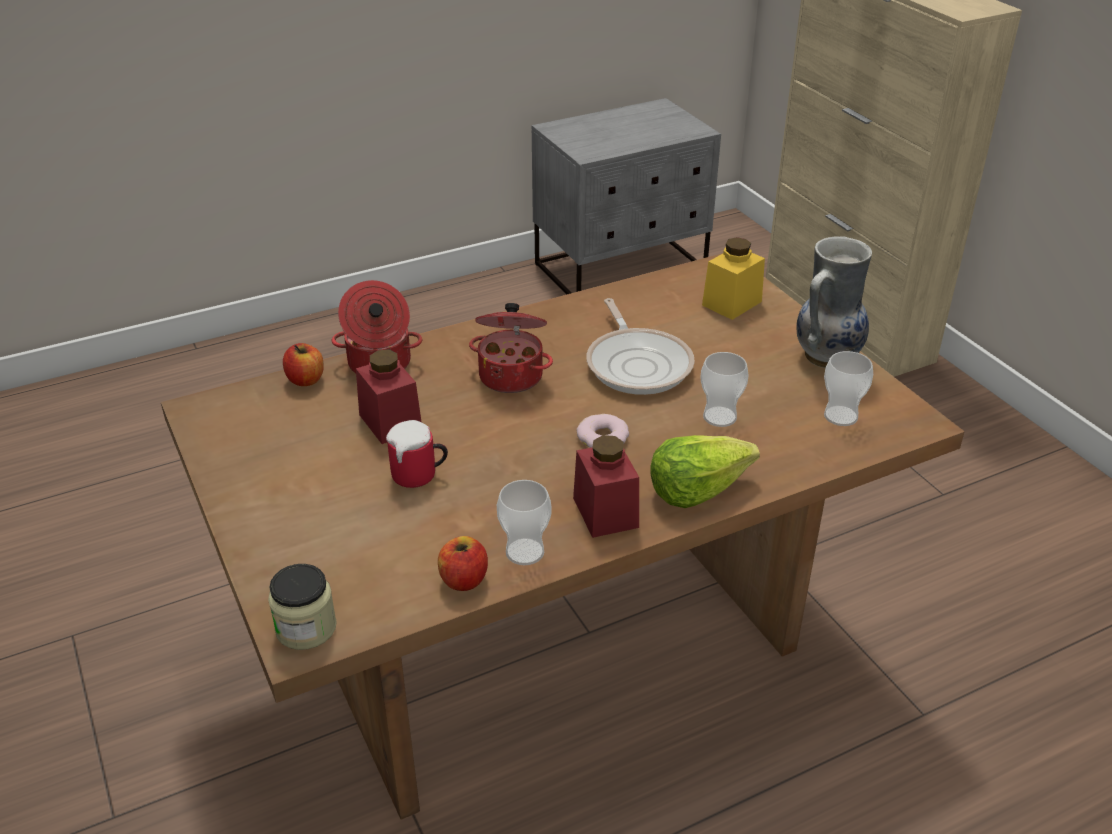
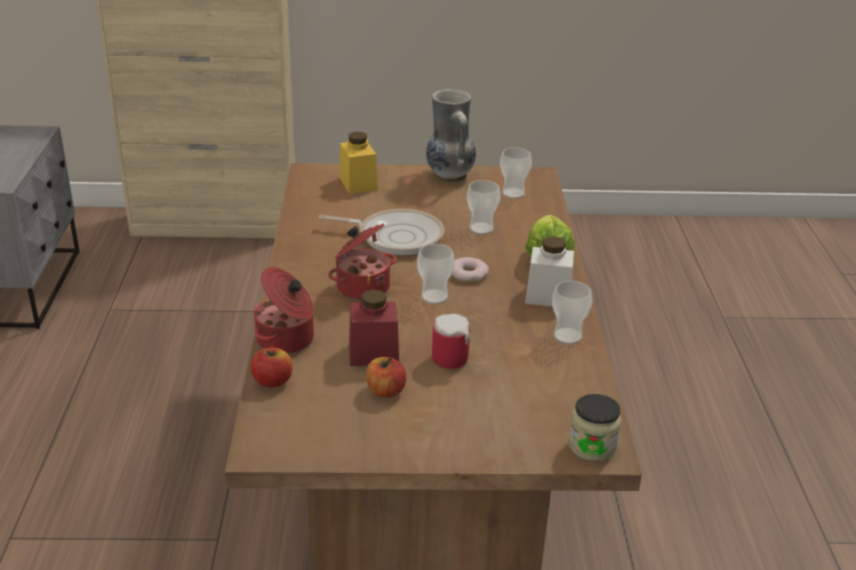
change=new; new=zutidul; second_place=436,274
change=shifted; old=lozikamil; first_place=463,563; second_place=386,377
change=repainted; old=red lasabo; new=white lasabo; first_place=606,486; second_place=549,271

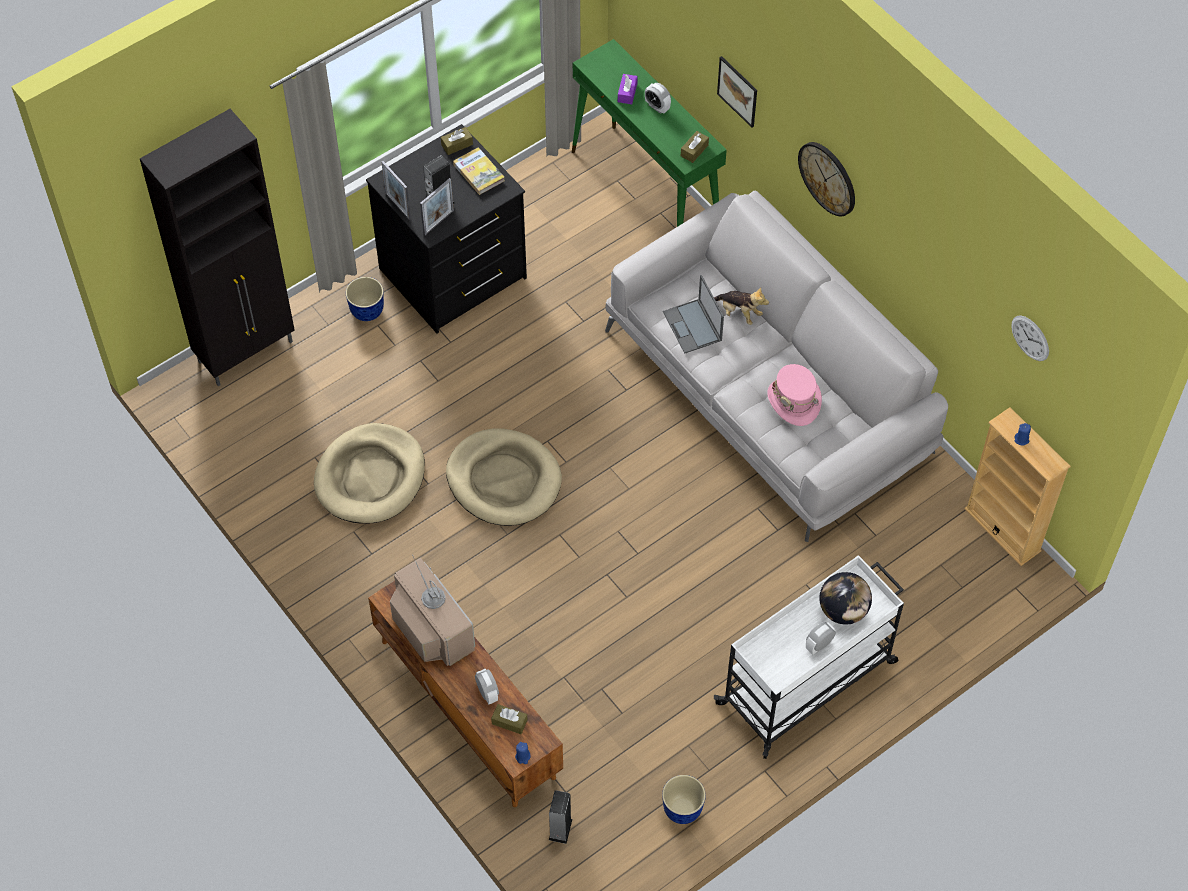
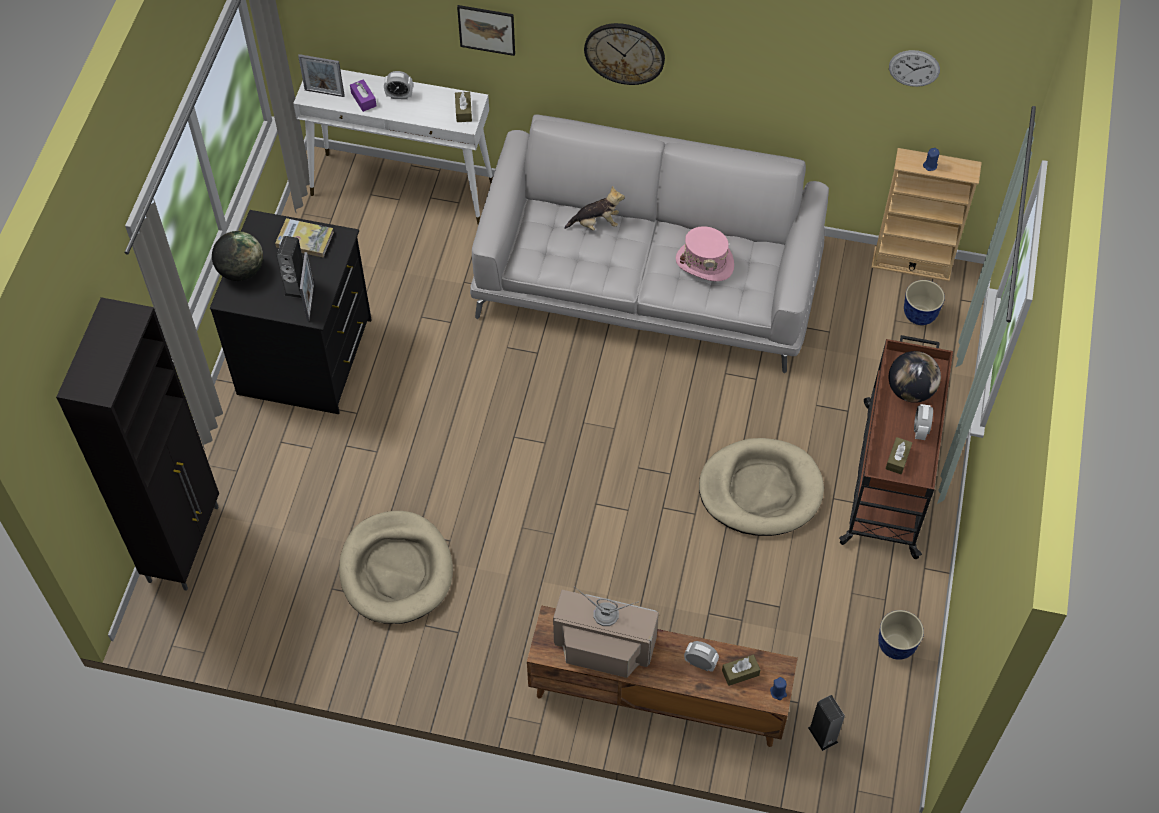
change=gone; old=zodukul; first_place=693,314
change=new; new=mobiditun; second_place=237,256
change=shifted; old=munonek; first_place=365,299; second_place=924,302
change=shifted; old=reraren; first_place=396,190; second_place=321,75
change=shifted; old=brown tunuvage; first_place=457,141; second_place=899,455
change=shifted; old=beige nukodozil; first_place=504,477; second_place=761,487
change=repainted; old=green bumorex; new=white bumorex; first_place=649,133; second_place=393,146
change=repainted; old=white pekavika; new=brown pekavika; first_place=809,657; second_place=896,447

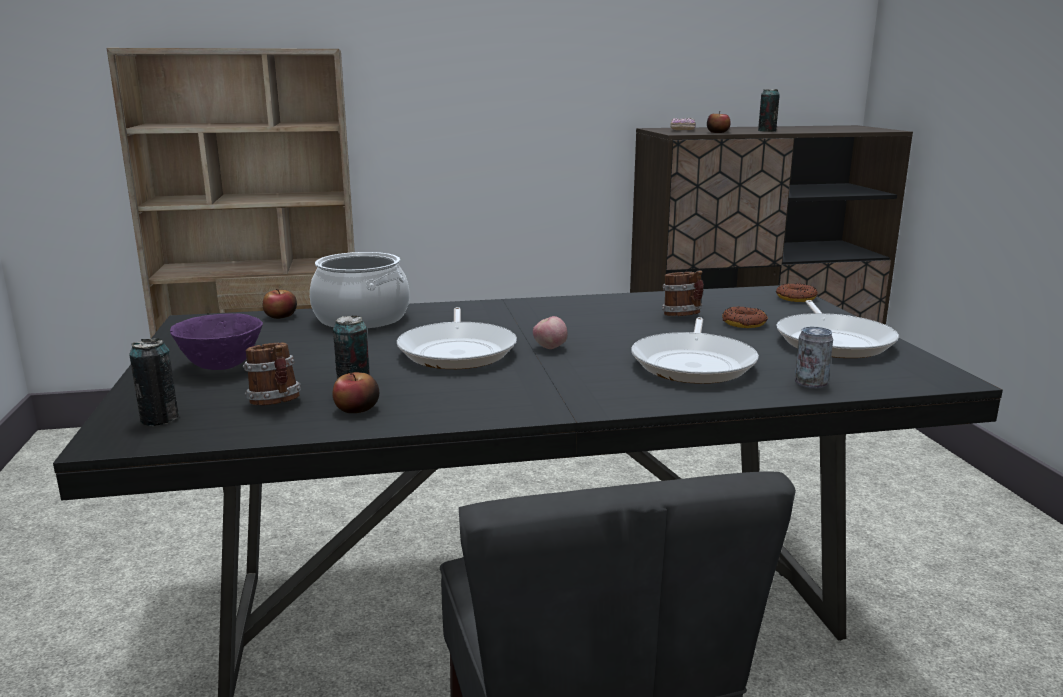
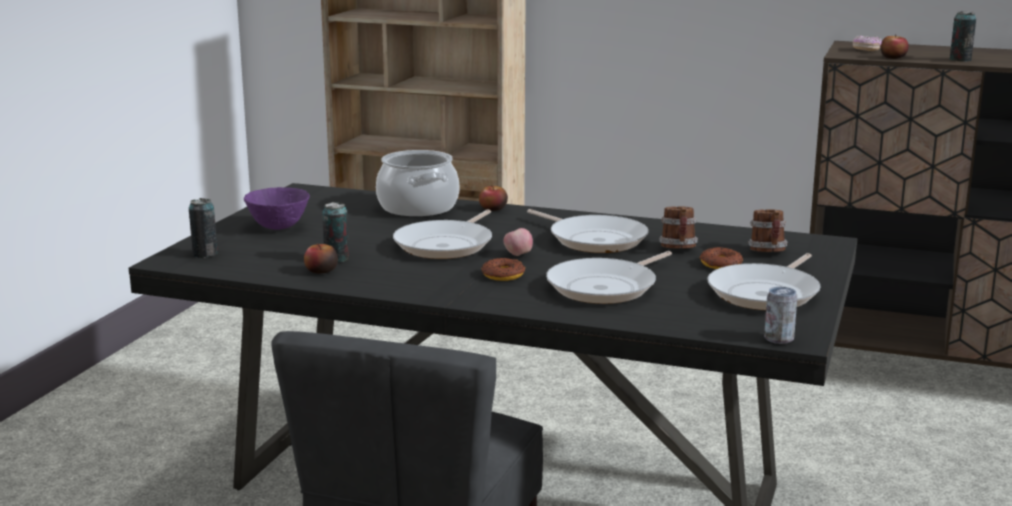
change=new; new=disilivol; second_place=588,231
change=shifted; old=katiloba; first_place=272,374; second_place=767,230
change=shifted; old=lozikamil; first_place=280,304; second_place=493,198
change=shifted; old=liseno; first_place=797,292; second_place=503,269
change=shifted; old=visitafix; first_place=813,357; second_place=780,315

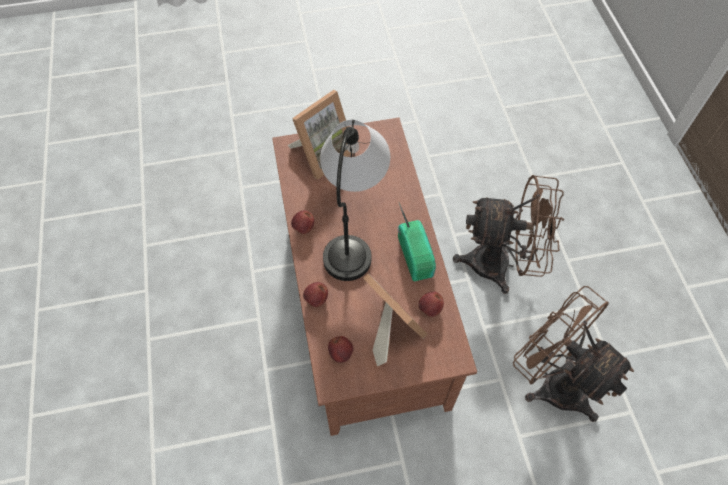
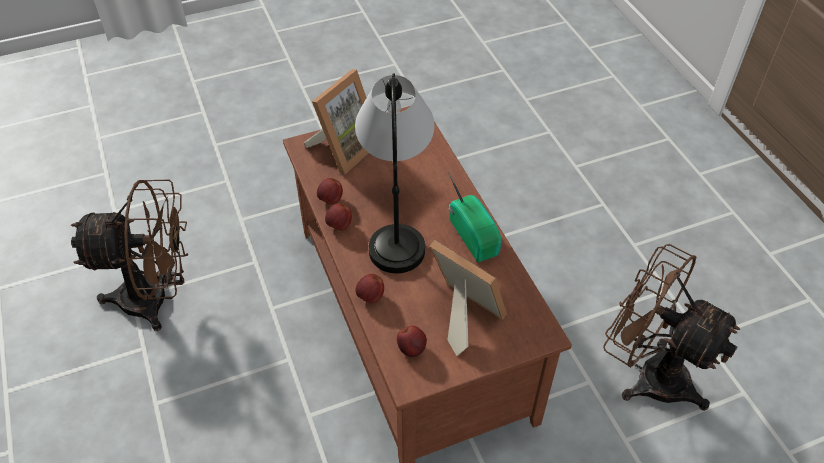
change=shifted; old=lozikamil; first_place=431,304; second_place=330,191
change=shifted; old=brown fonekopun; first_place=508,234; second_place=129,255

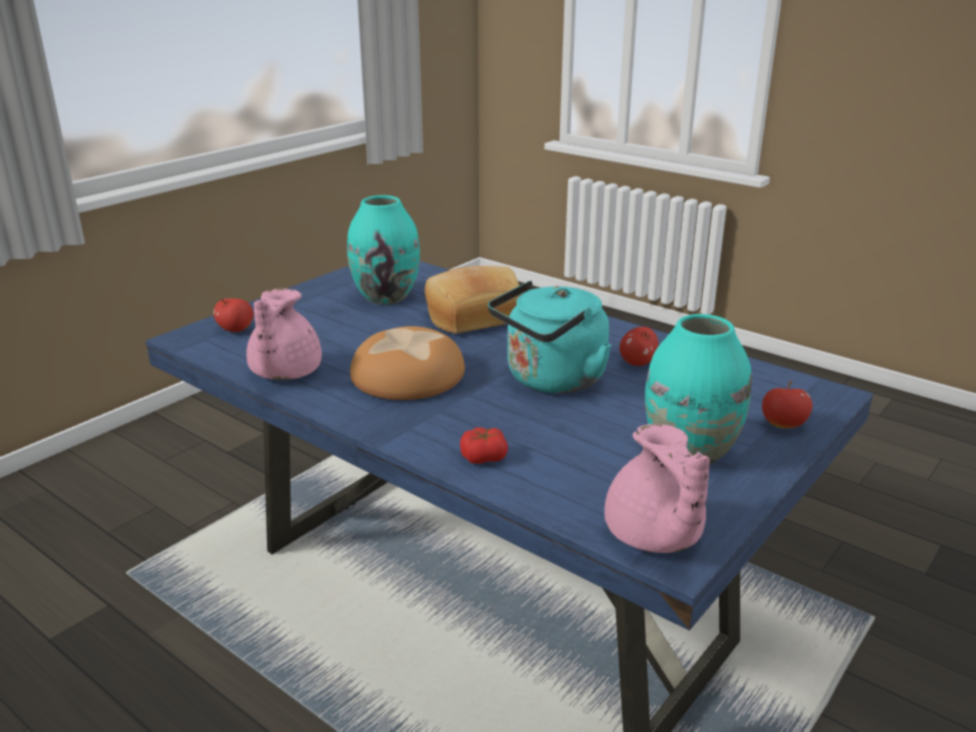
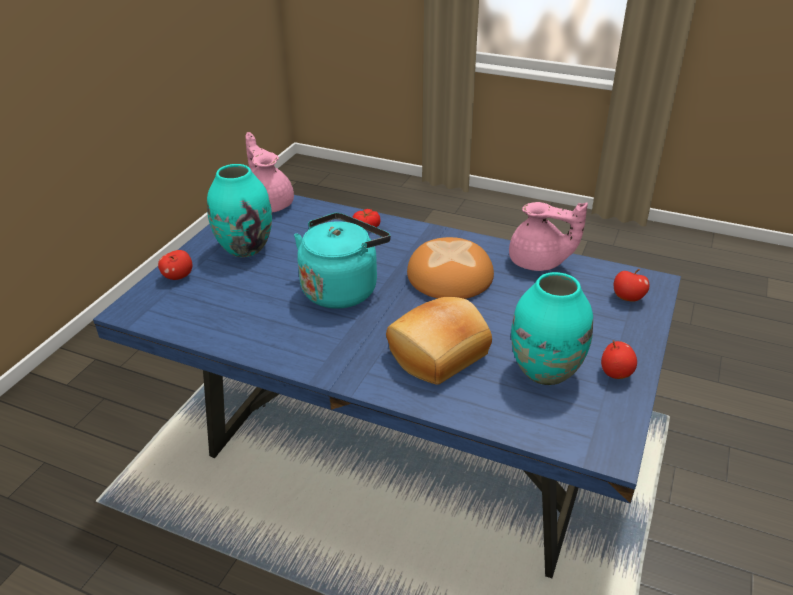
change=shifted; old=lozikamil; first_place=639,346; second_place=619,359
change=rotated; old=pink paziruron; first_place=284,334; second_place=548,236; degrees=120

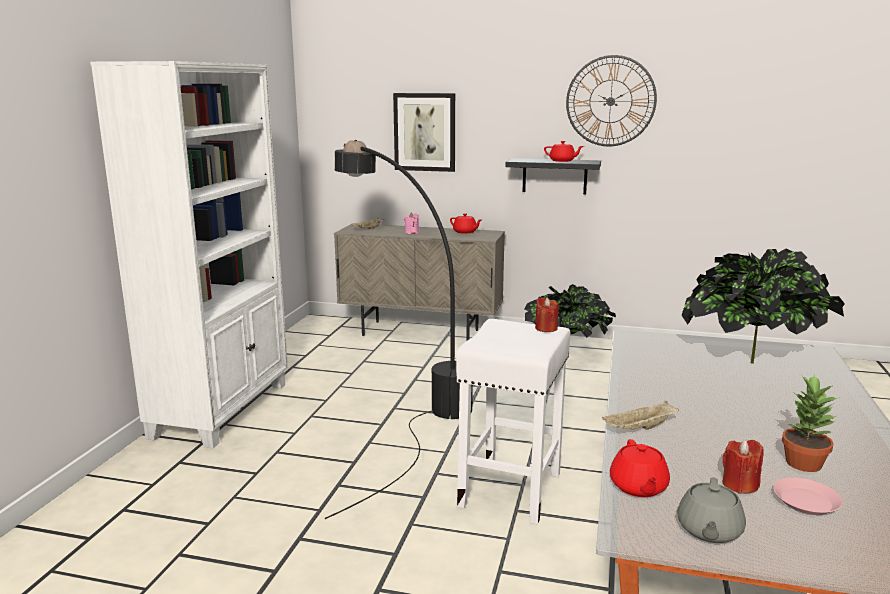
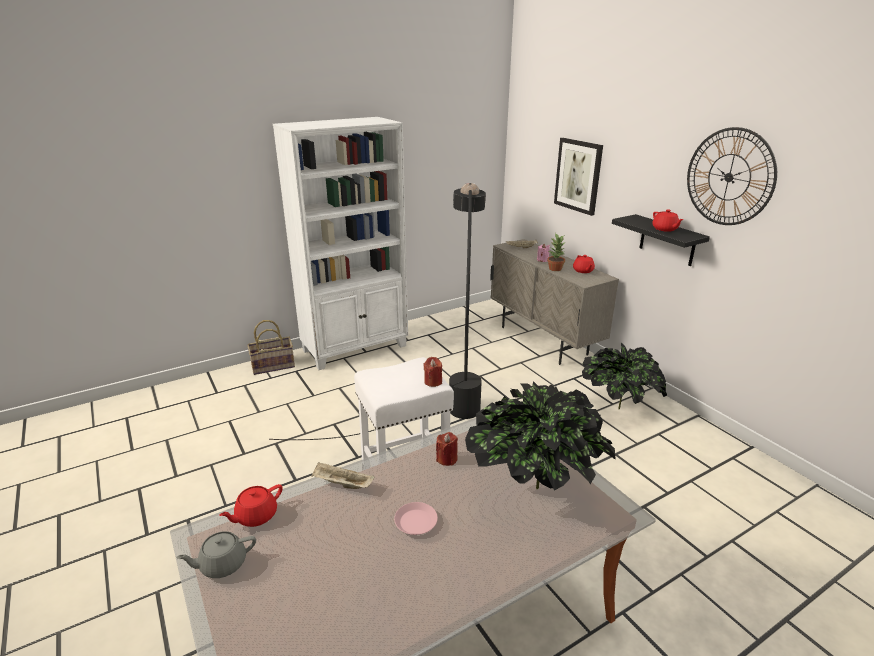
change=new; new=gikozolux; second_place=271,347
change=shifted; old=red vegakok; first_place=743,466; second_place=447,449
change=shifted; old=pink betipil; first_place=808,496; second_place=416,518
change=shifted; old=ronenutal; first_place=809,423; second_place=556,252

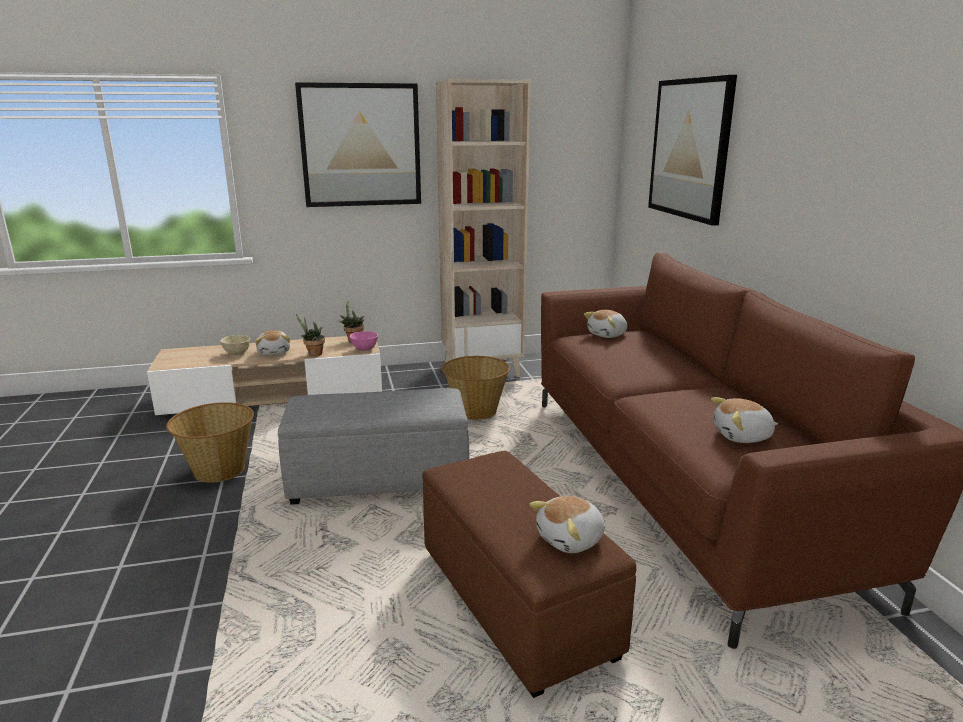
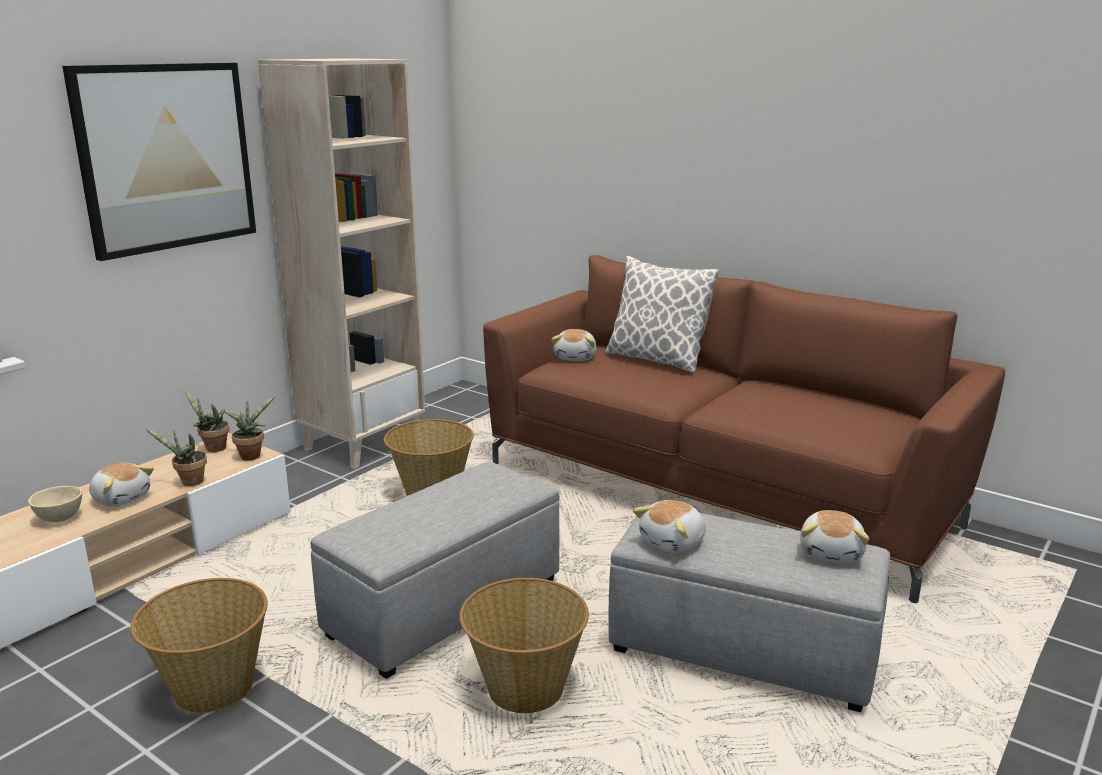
change=gone; old=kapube; first_place=692,150
change=new; new=gikozolux; second_place=524,645
change=new; new=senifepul; second_place=662,314
change=shifted; old=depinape; first_place=744,420; second_place=669,526
change=swapped; old=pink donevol; new=ronenutal; first_place=364,341; second_place=250,428
change=repainted; old=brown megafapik; new=grey megafapik; first_place=529,574; second_place=749,608

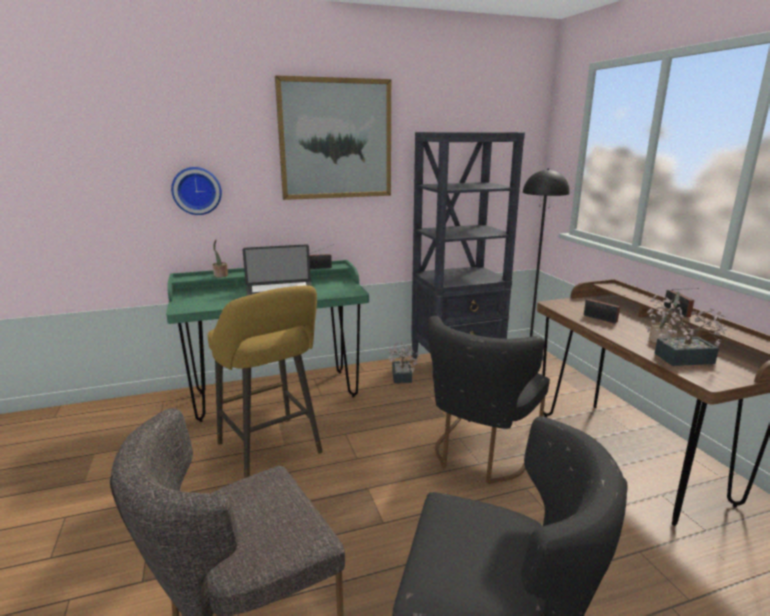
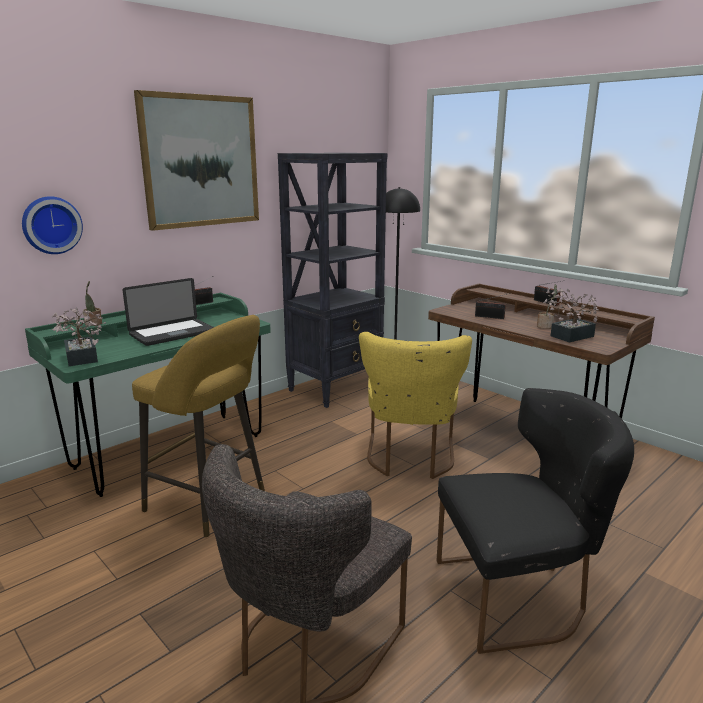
change=shifted; old=ronenutal; first_place=404,363; second_place=79,336
change=repainted; old=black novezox; new=yellow novezox; first_place=489,400; second_place=415,405

